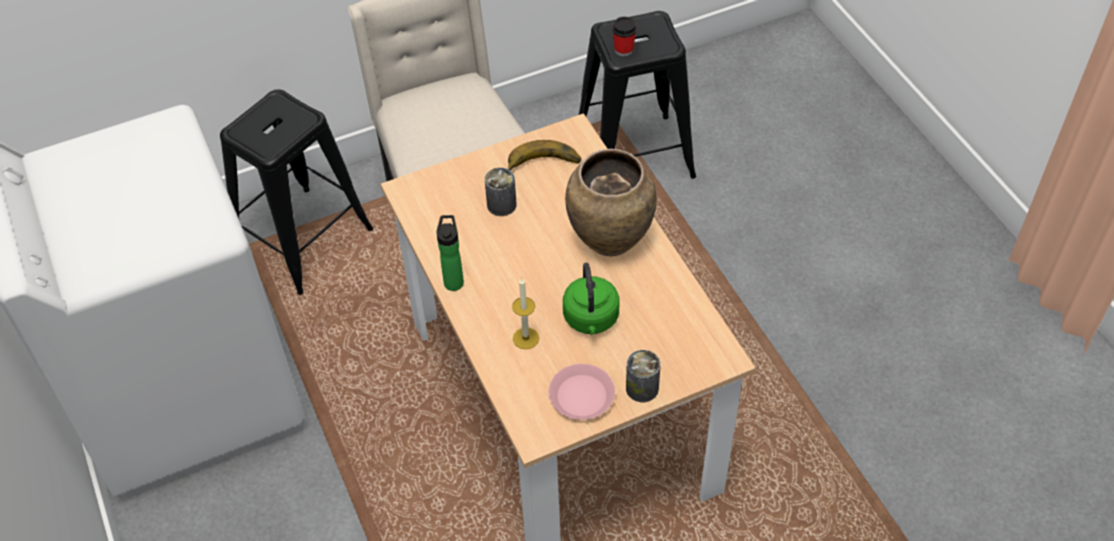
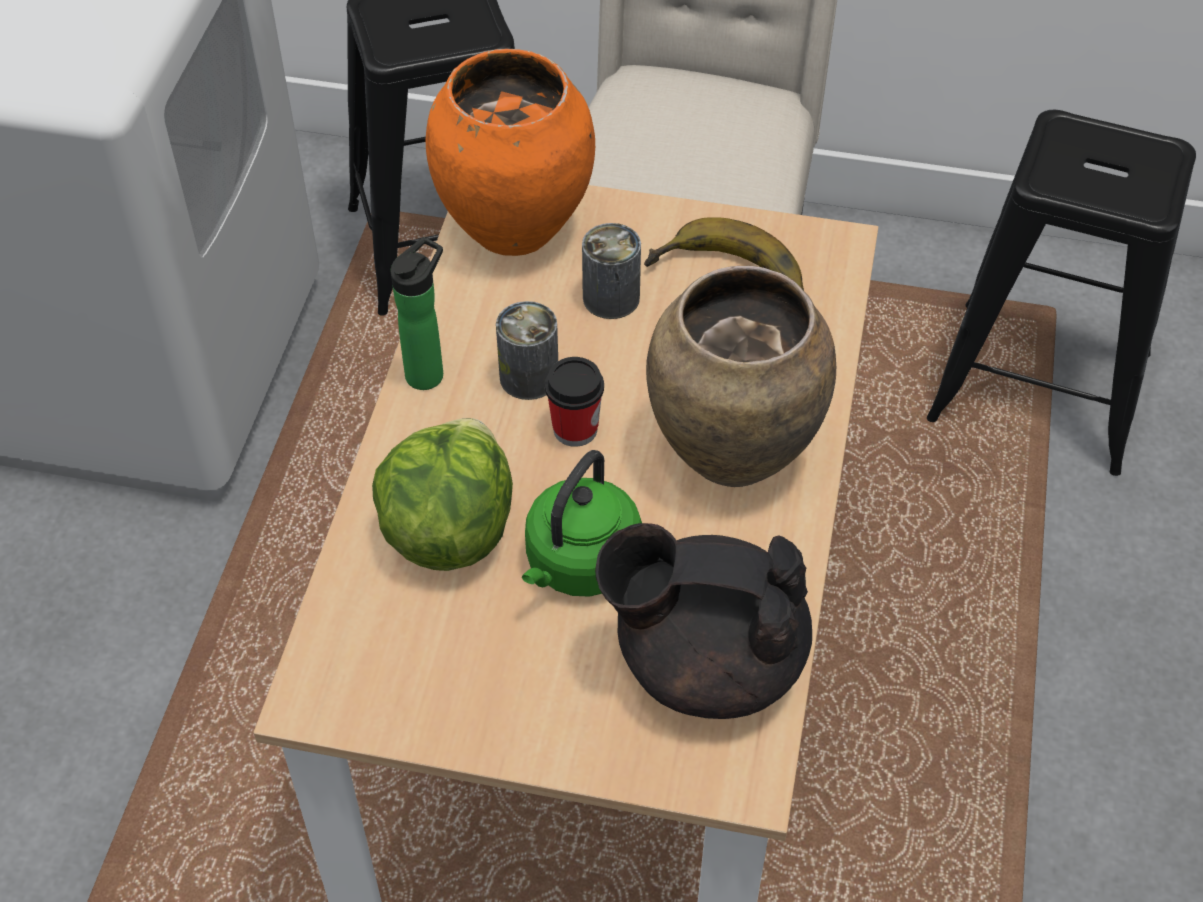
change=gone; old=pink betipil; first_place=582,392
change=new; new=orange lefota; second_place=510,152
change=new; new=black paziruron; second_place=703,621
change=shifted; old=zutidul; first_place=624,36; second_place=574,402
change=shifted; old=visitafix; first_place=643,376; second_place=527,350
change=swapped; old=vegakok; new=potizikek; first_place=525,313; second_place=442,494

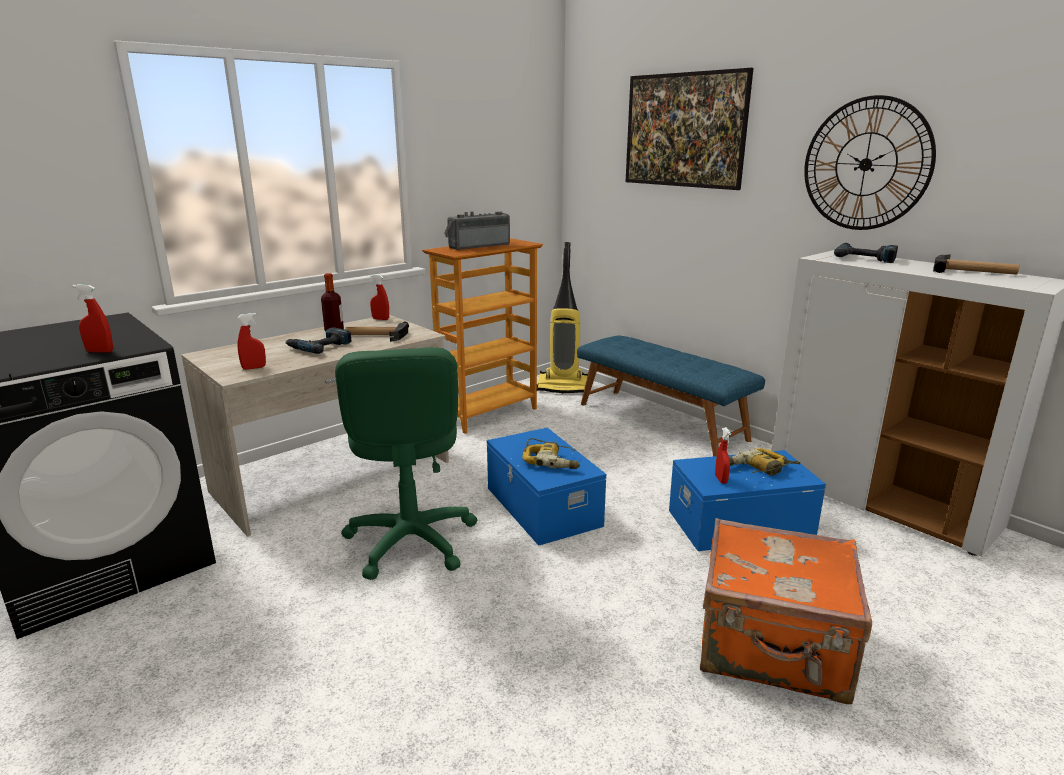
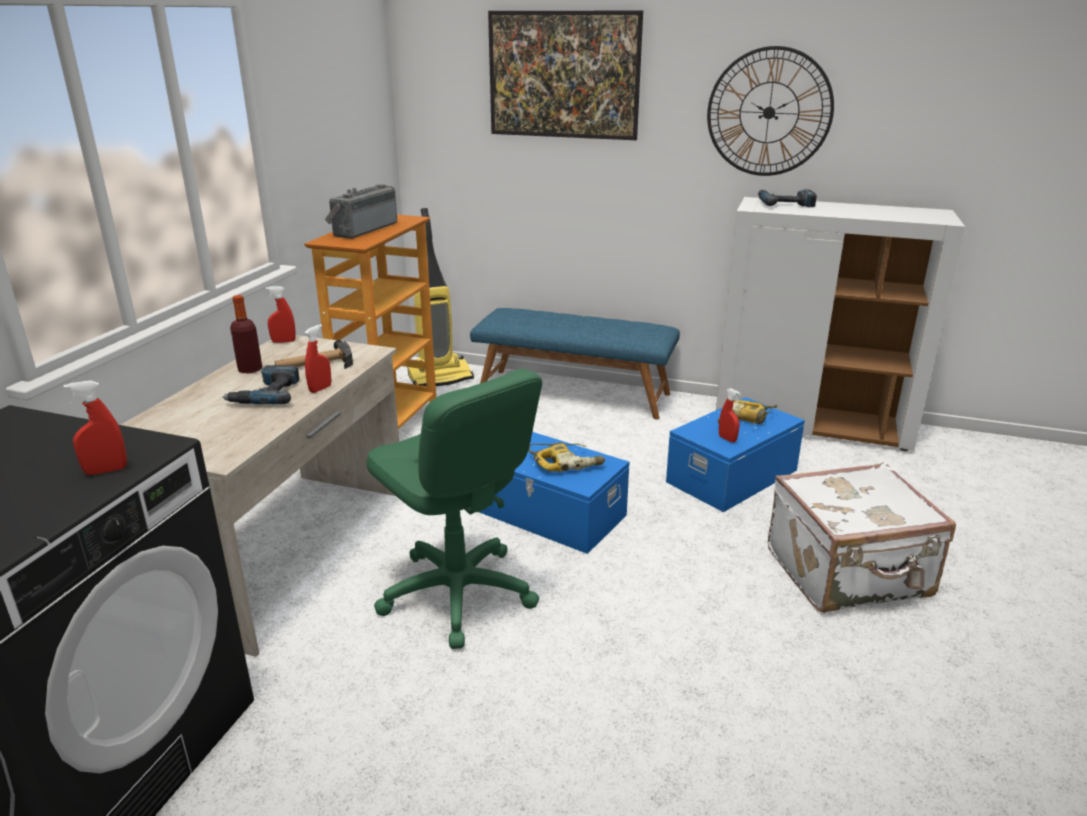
change=gone; old=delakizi; first_place=976,265
change=shifted; old=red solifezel; first_place=251,341; second_place=318,358
change=repainted; old=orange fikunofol; new=white fikunofol; first_place=786,611; second_place=862,537

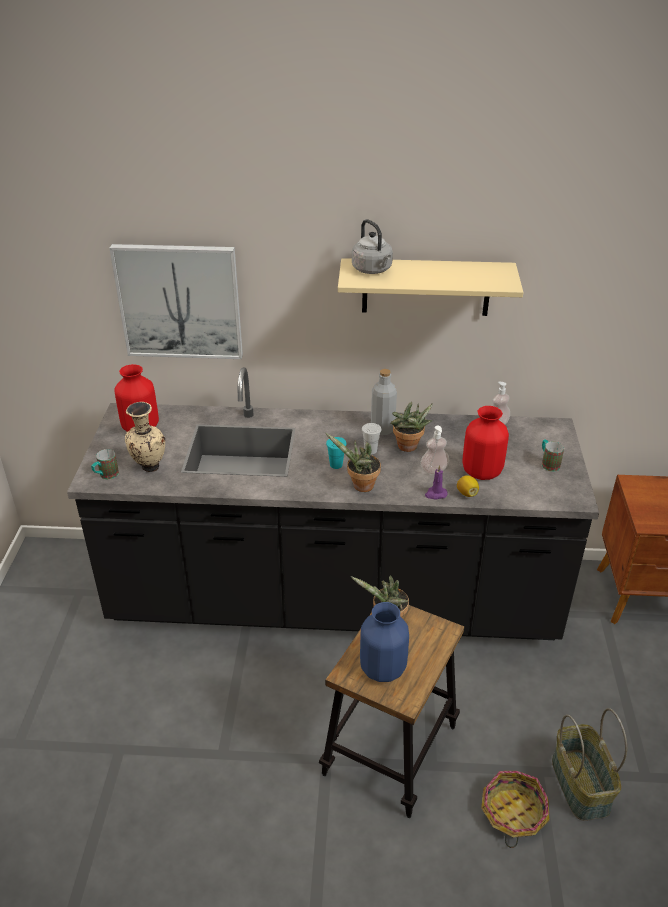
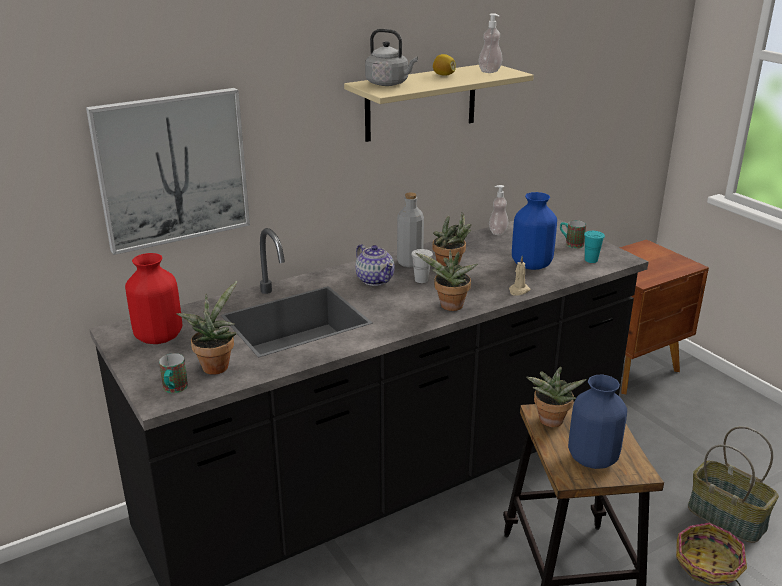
change=new; new=paziruron; second_place=375,265
change=shifted; old=turquoise zutidul; first_place=336,453; second_place=594,247
change=shifted; old=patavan; first_place=434,450; second_place=490,43
change=shifted; old=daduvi; first_place=468,486; second_place=444,65
change=swapped; old=beige lefota; new=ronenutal; first_place=145,437; second_place=207,328
change=repainted; old=purple vegakok; new=beige vegakok; first_place=436,482; second_place=519,276
change=repainted; old=red lefota; new=blue lefota; first_place=485,443; second_place=534,231

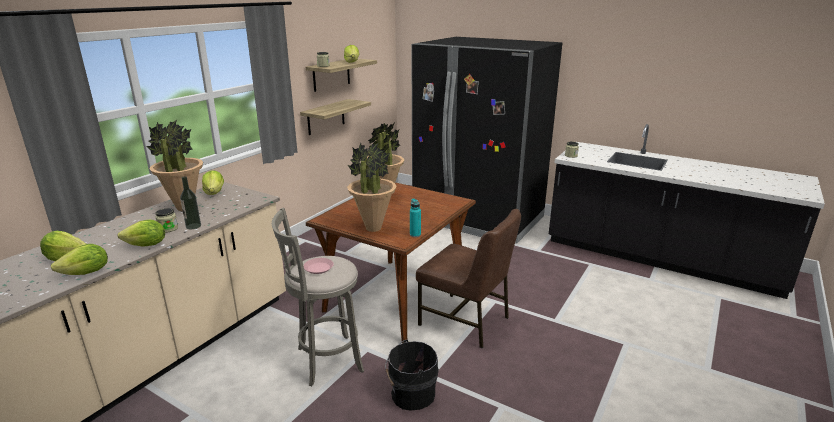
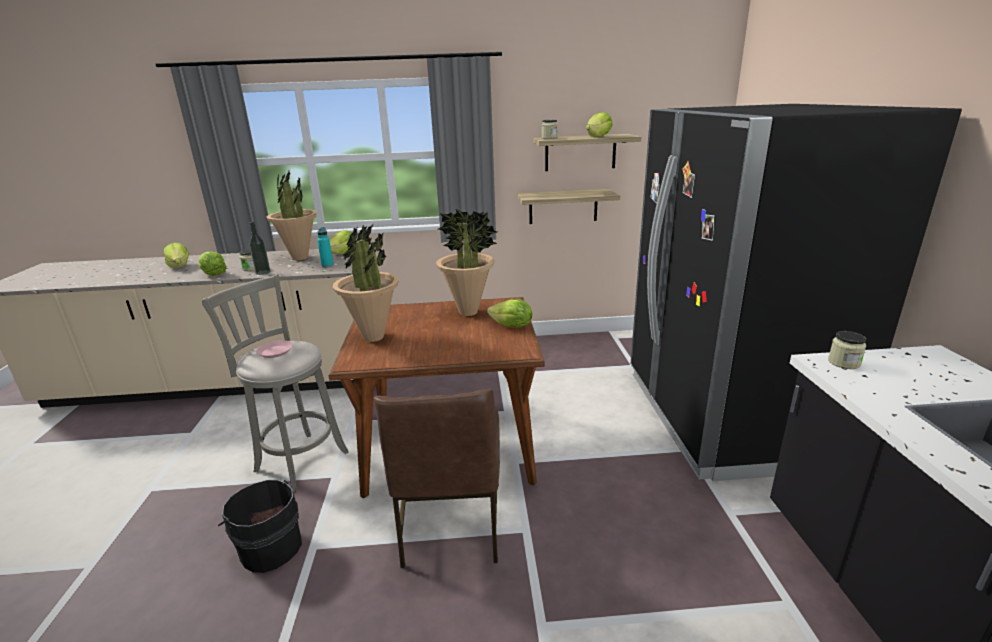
change=shifted; old=potizikek; first_place=79,259; second_place=509,313
change=shifted; old=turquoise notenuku; first_place=415,218; second_place=325,247

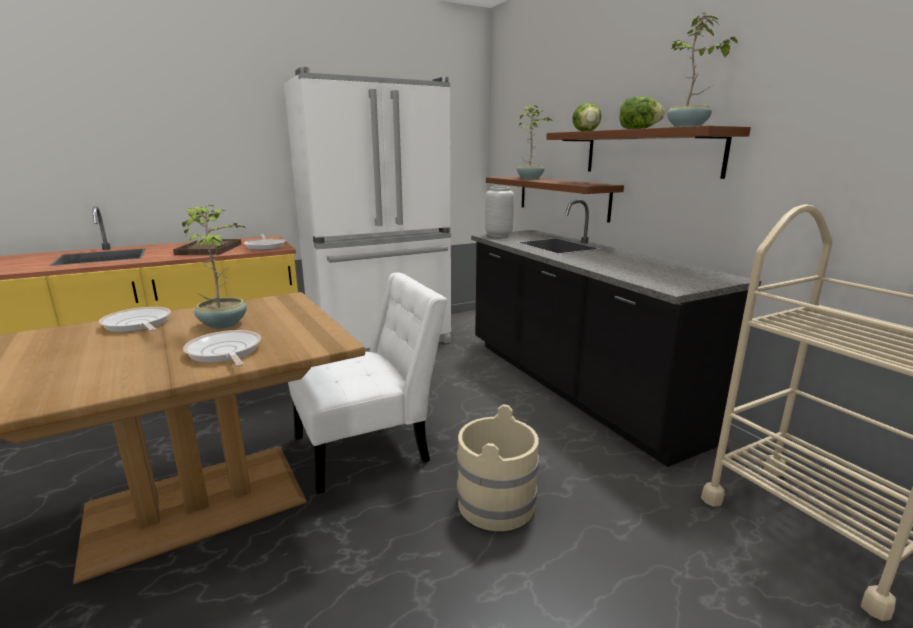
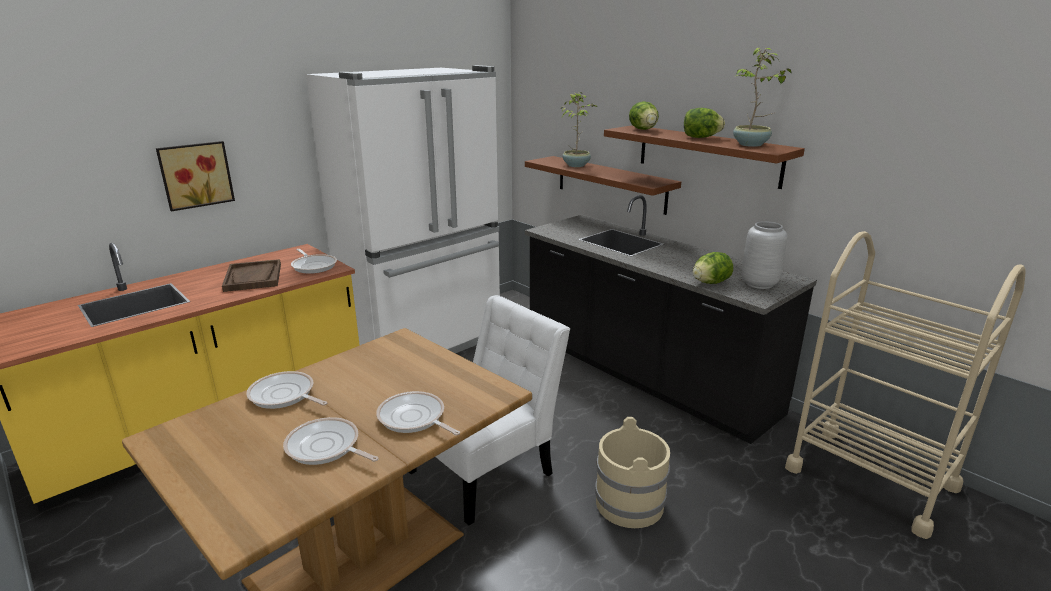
change=gone; old=ronenutal; first_place=214,267
change=new; new=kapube; second_place=195,176
change=new; new=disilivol; second_place=331,441
change=new; new=potizikek; second_place=713,268
change=shifted; old=grey lefota; first_place=499,212; second_place=764,255

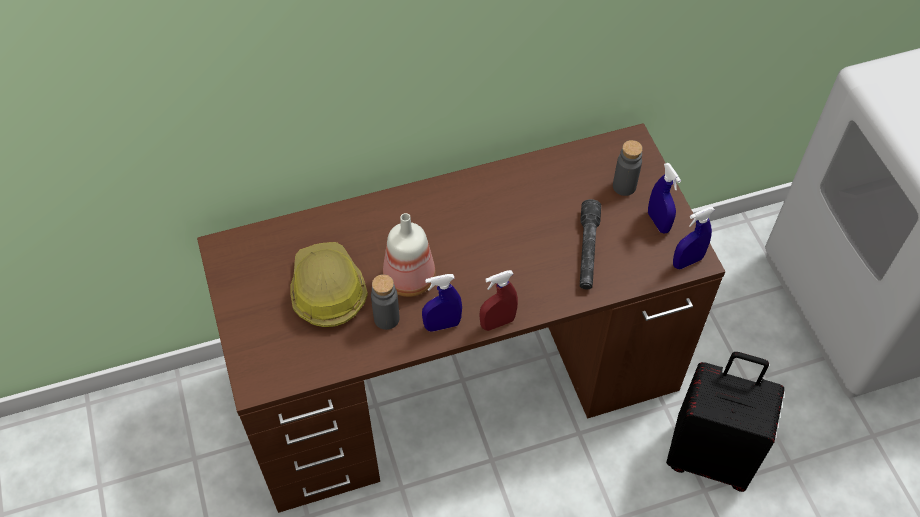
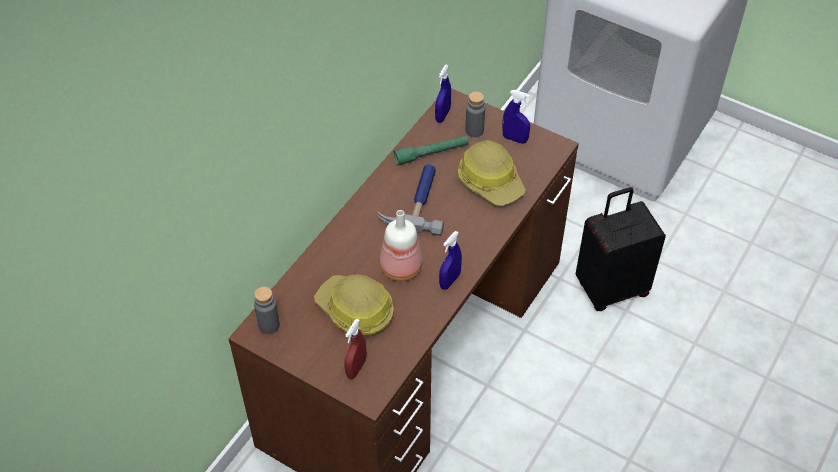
change=new; new=delakizi; second_place=410,200
change=new; new=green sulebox; second_place=431,150
change=shifted; old=grey notenuku; first_place=385,302; second_place=267,310
change=shifted; old=red solifezel; first_place=498,300; second_place=355,349
change=shifted; old=blue solifezel; first_place=694,238; second_place=443,94
change=swapped; old=grey sulebox; new=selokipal; first_place=590,244; second_place=491,173

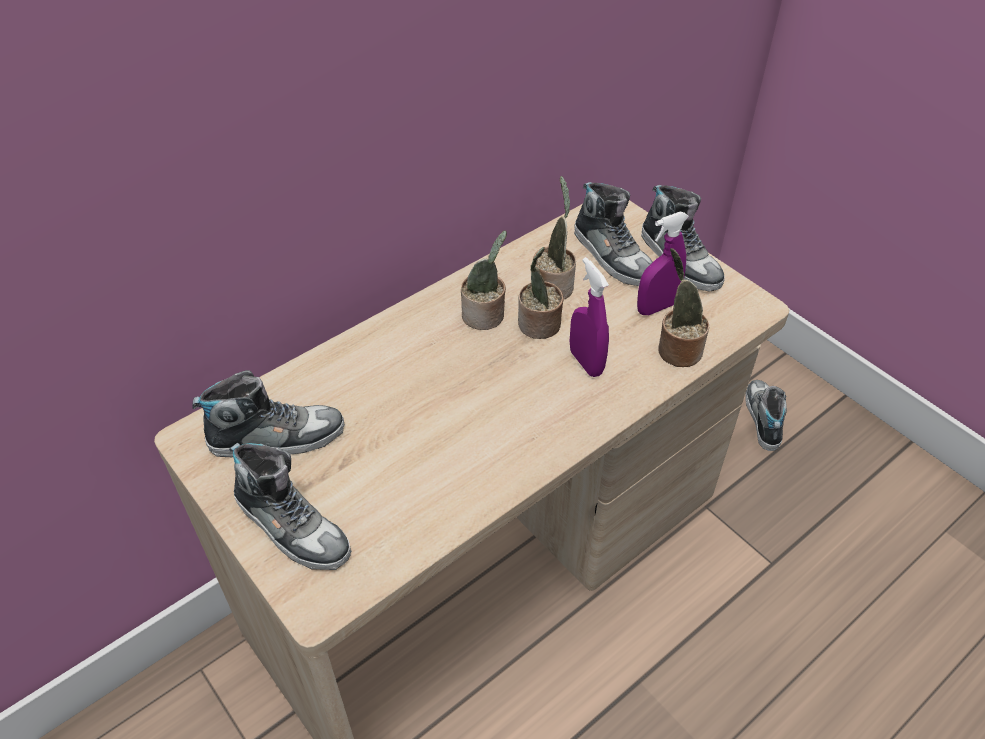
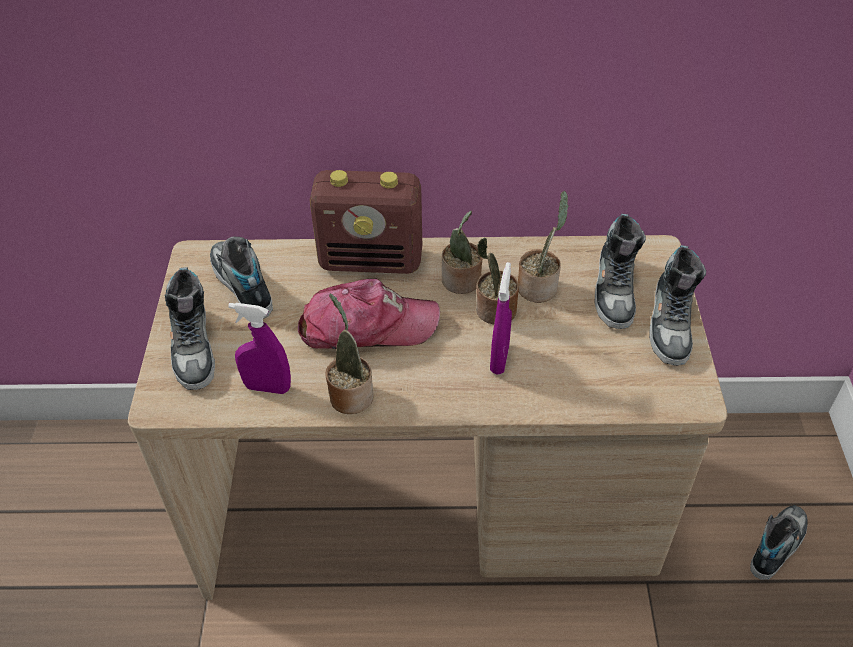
change=new; new=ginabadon; second_place=369,314
change=new; new=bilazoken; second_place=366,222
change=shifted; old=purple solifezel; first_place=663,263; second_place=259,348
change=shifted; old=ronenutal; first_place=683,307; second_place=349,354
change=rotated; old=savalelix; first_place=268,413; second_place=241,278; degrees=-150

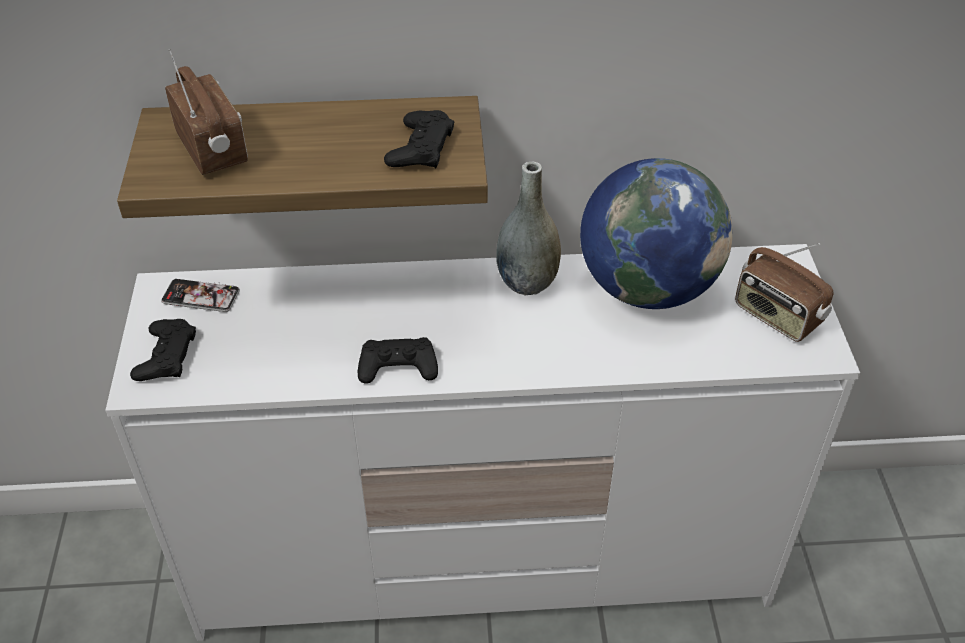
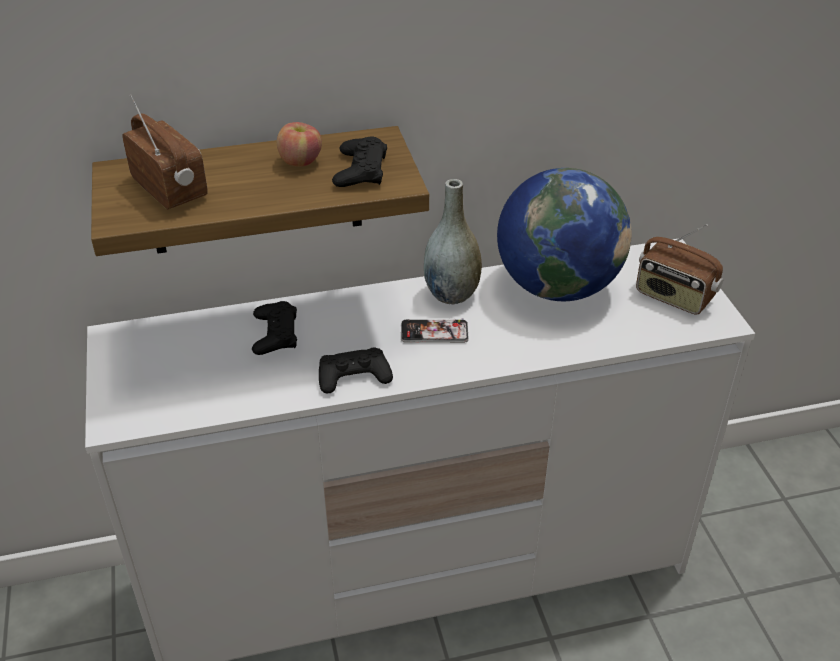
change=new; new=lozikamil; second_place=299,144
change=shifted; old=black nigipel; first_place=163,350; second_place=274,328
change=shifted; old=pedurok; first_place=200,295; second_place=435,330

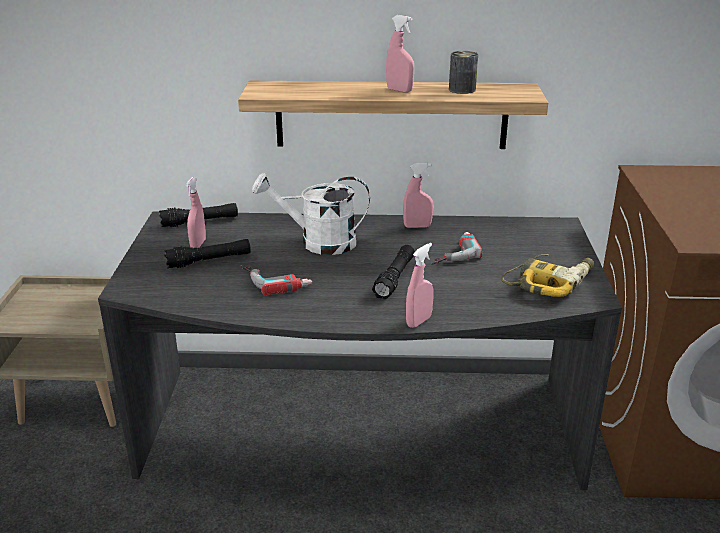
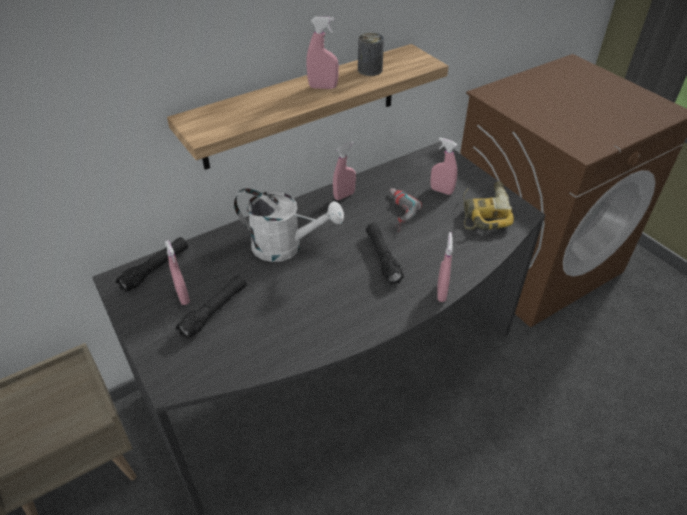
change=gone; old=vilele; first_place=276,280
change=new; new=pink solifezel; second_place=443,166
change=rotated; old=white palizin; first_place=311,214; second_place=288,225; degrees=-135

